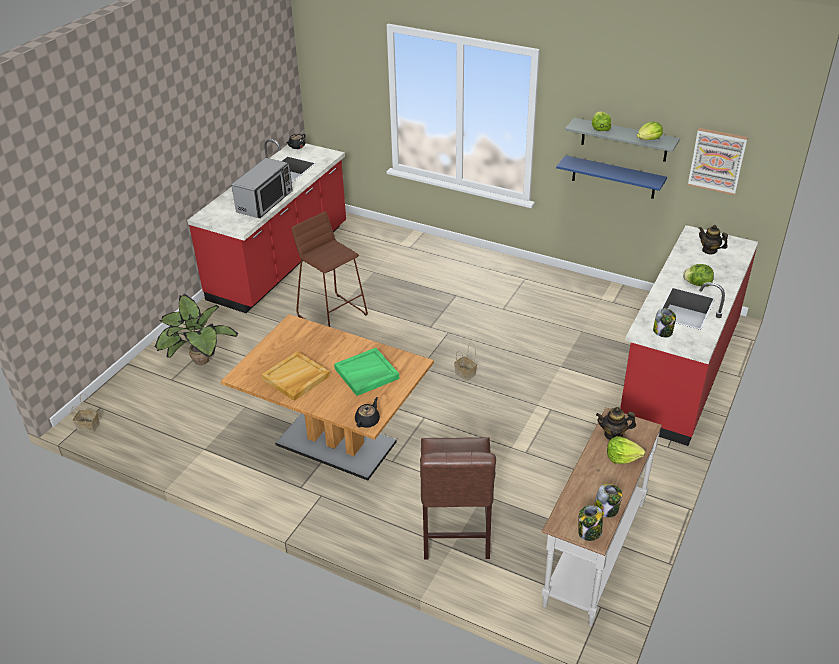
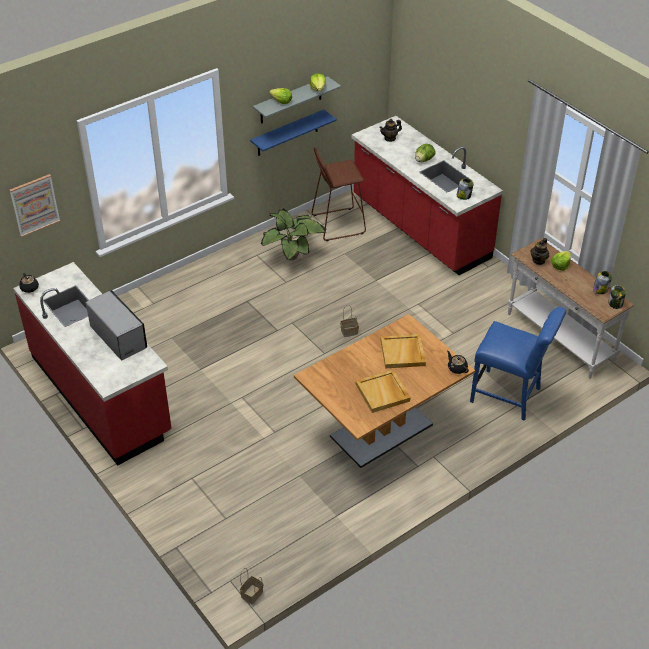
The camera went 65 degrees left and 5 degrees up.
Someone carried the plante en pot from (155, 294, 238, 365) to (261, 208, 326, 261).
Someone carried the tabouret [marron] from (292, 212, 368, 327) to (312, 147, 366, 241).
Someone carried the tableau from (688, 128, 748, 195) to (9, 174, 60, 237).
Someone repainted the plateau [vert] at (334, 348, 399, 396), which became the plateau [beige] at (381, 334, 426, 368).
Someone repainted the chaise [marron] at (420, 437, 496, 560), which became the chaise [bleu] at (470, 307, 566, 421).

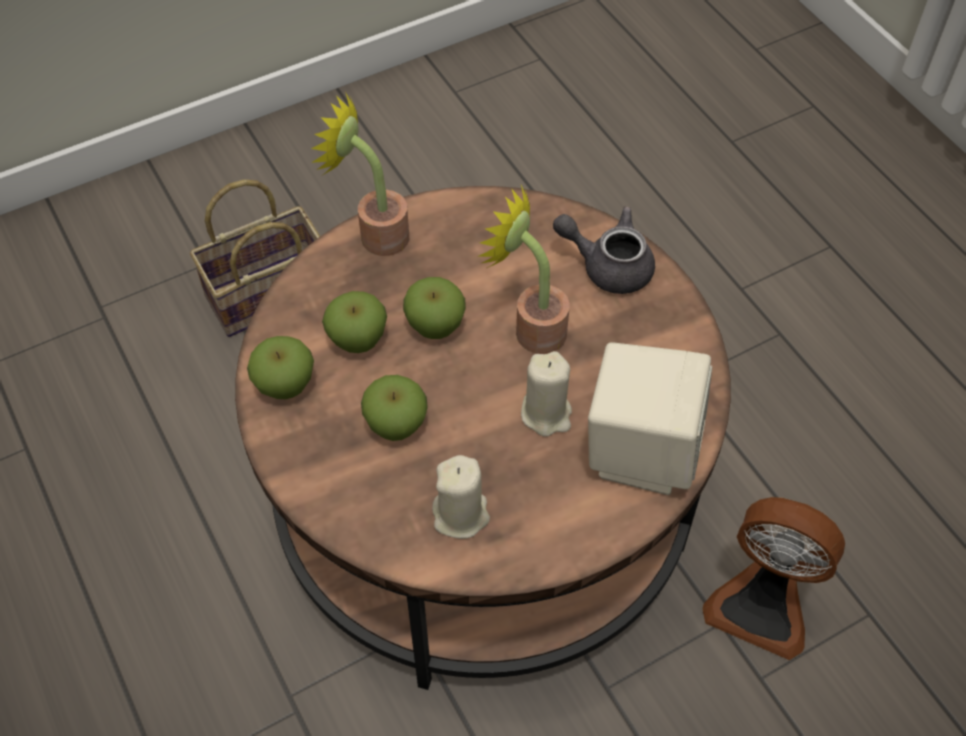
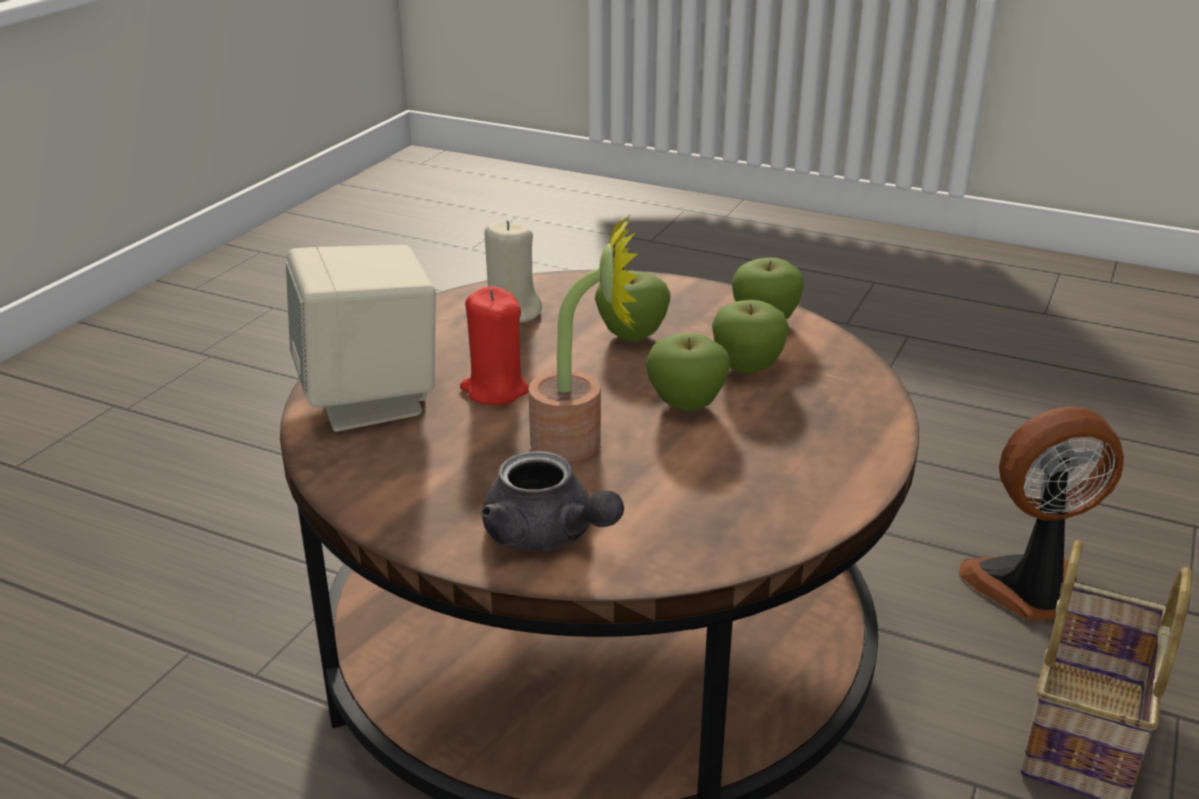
The camera went 145 degrees right and 25 degrees down.
Someone took away the plante en pot at (311, 92, 409, 256).
Someone carried the ventilateur from (702, 497, 845, 660) to (959, 407, 1124, 622).
Someone repainted the bougie [beige] at (521, 351, 572, 437), which became the bougie [rouge] at (460, 286, 529, 405).
Someone rotated the théière [gris] at (553, 207, 655, 294) by 60 degrees clockwise.

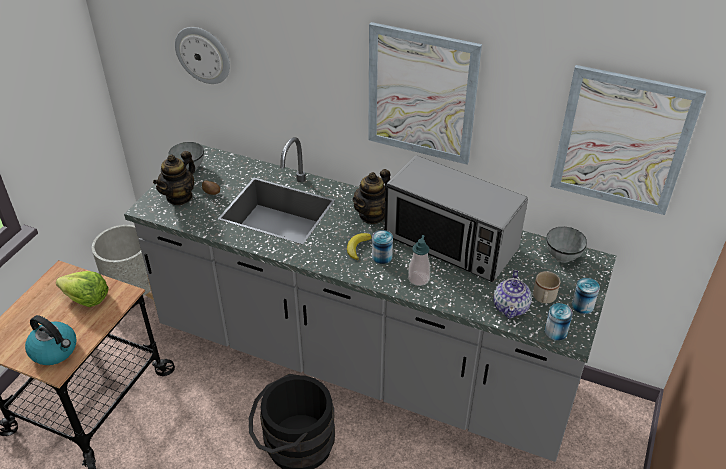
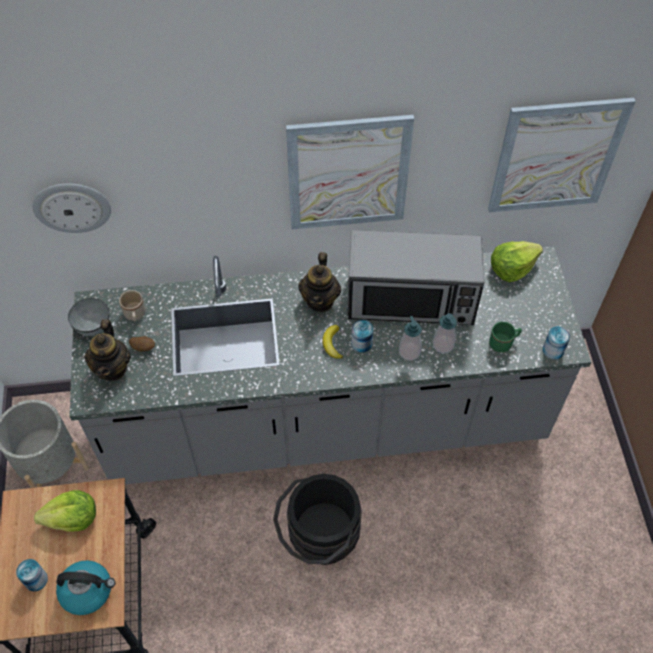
The camera went 30 degrees left and 15 degrees up.
Someone put down the distributeur de savon at (433, 313, 457, 353).
Someone carried the mug [beige] from (533, 271, 560, 303) to (119, 290, 145, 321).
Someone carried the boîte métallique from (572, 278, 600, 314) to (16, 559, 48, 591).
Someone swapped the théière at (493, 270, 532, 319) for the mug [vert] at (489, 322, 522, 352).
Someone swapped the bol [gris] at (546, 227, 587, 263) for the laitue at (491, 241, 543, 282).

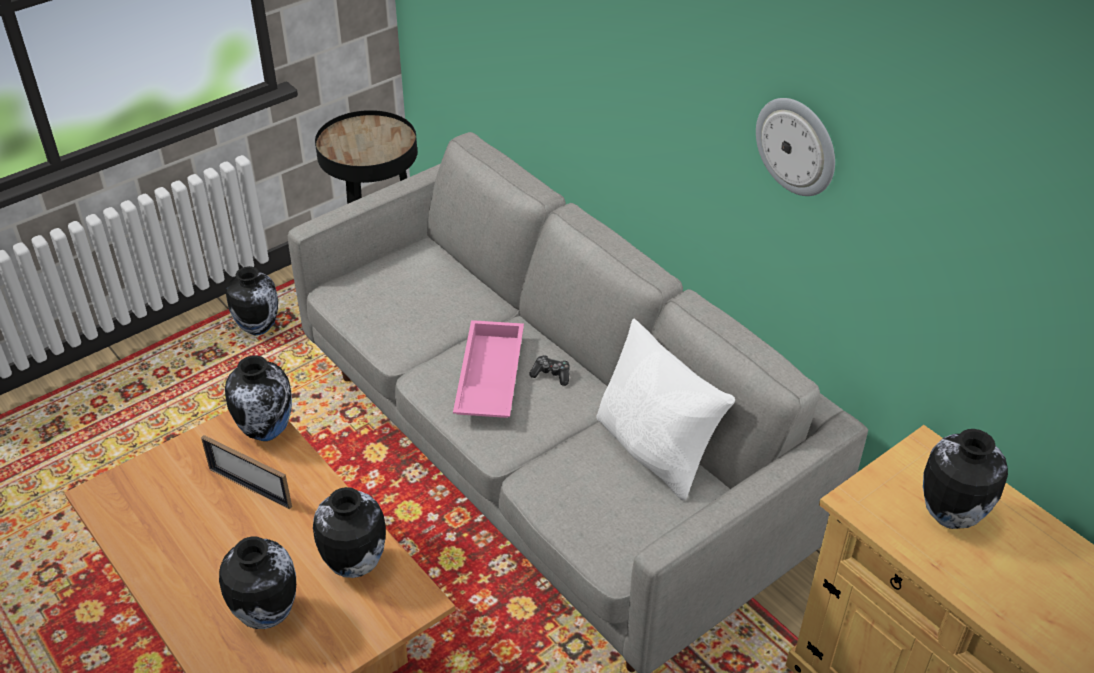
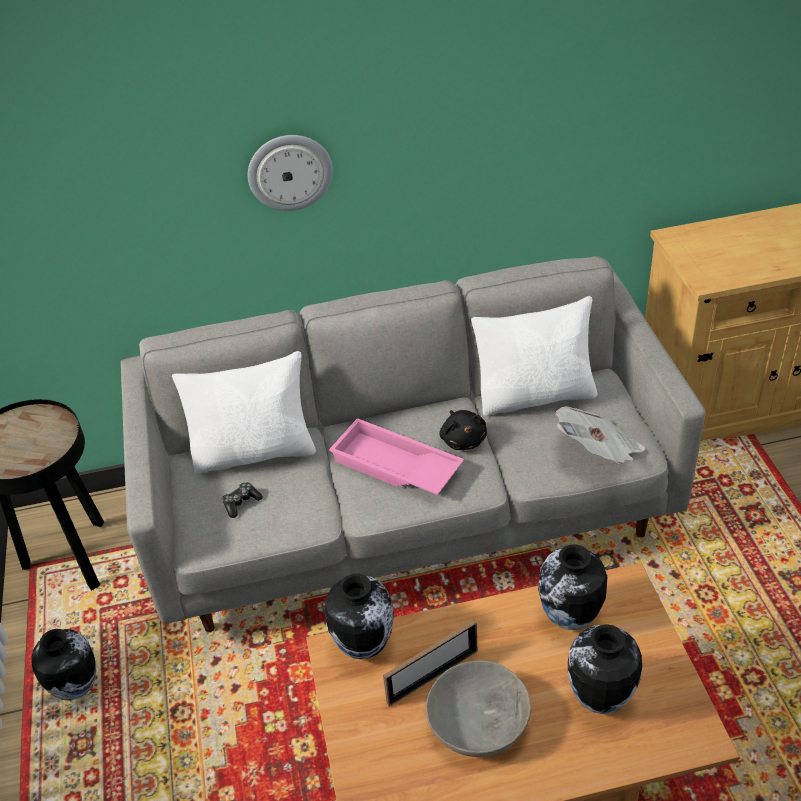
The camera went 60 degrees left and 0 degrees up.
Someone took away the vase at (923, 429, 1008, 529).
Someone put down the coussin [blanc] at (172, 351, 316, 474).
Someone put down the bol [gris] at (426, 660, 531, 757).
Someone put down the peluche [noir] at (440, 410, 487, 450).
Someone put down the journal at (555, 406, 645, 464).
Someone carried the manette from (529, 355, 570, 386) to (222, 483, 263, 518).
Someone carried the horloge murale from (756, 98, 835, 196) to (248, 135, 333, 211).

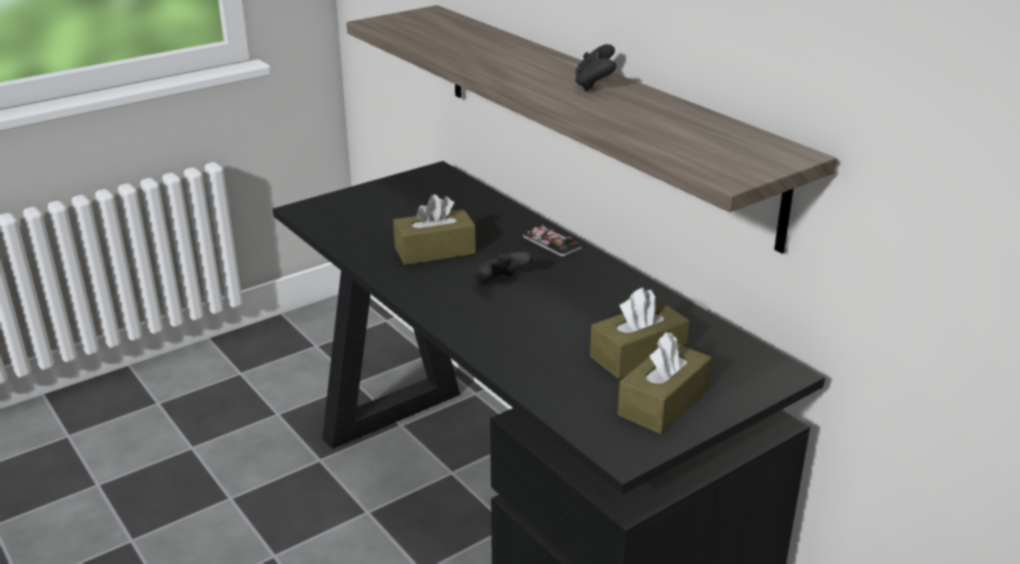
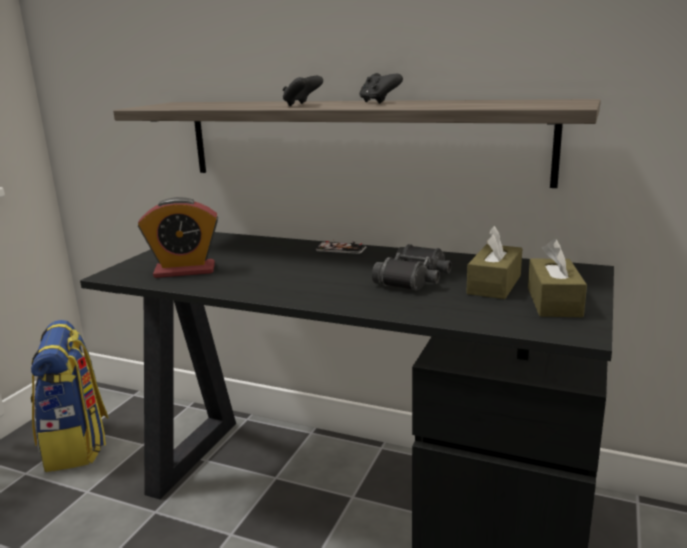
The camera went 30 degrees left and 10 degrees down.
Someone took away the boîte à mouchoirs [marron] at (393, 194, 476, 265).
Someone put down the sac à dos at (31, 320, 109, 472).
Someone put down the réveil at (138, 197, 218, 278).
Someone put down the jumelles [noir] at (372, 244, 452, 290).
Someone carried the manette [noir] from (474, 251, 532, 286) to (283, 76, 323, 106).

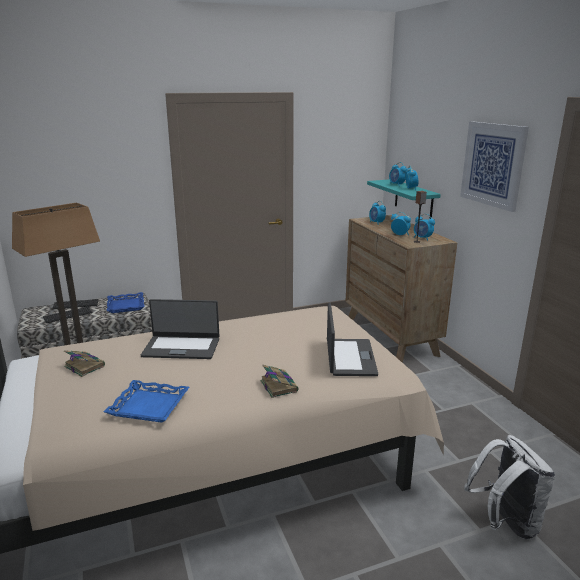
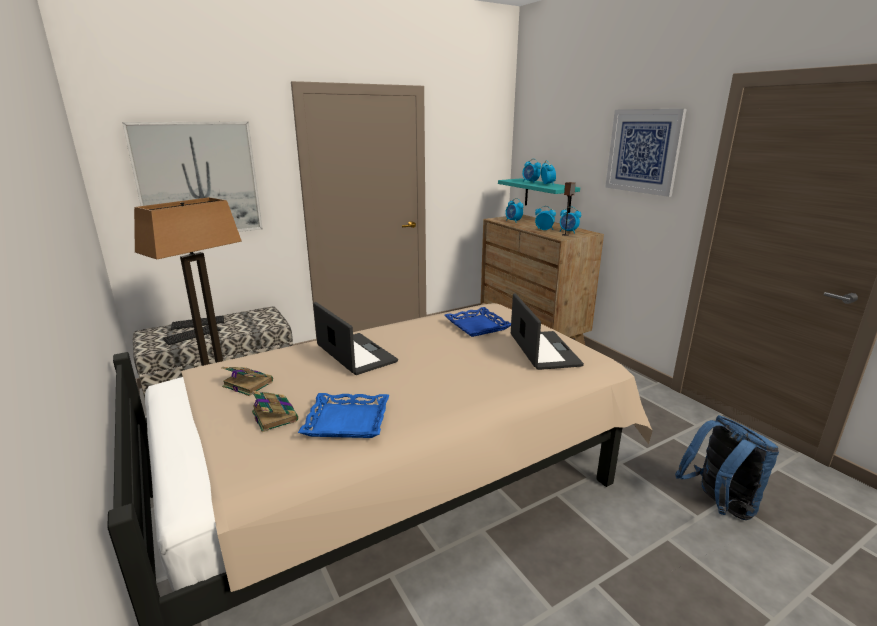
The camera went 10 degrees left and 0 degrees up.
Someone put up the tableau at (122, 122, 263, 232).
Someone carried the plateau [bleu] from (107, 292, 145, 313) to (445, 307, 511, 337).
Someone carried the livre from (260, 365, 298, 398) to (252, 391, 298, 432).
Someone repainted the sac à dos [blanc] at (464, 435, 555, 539), which became the sac à dos [bleu] at (675, 415, 779, 520).
Someone rotated the ordinateur portable at (141, 299, 220, 359) by 120 degrees counterclockwise.

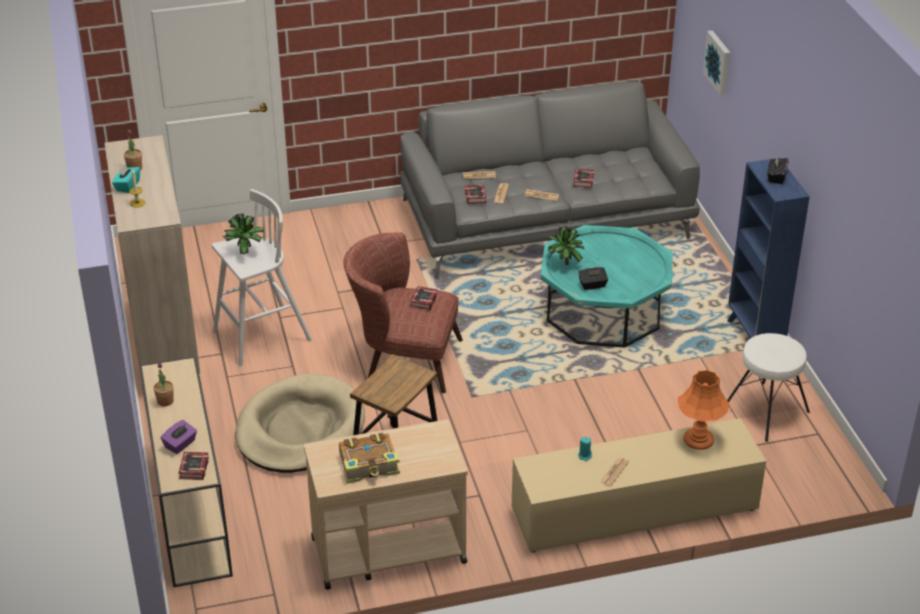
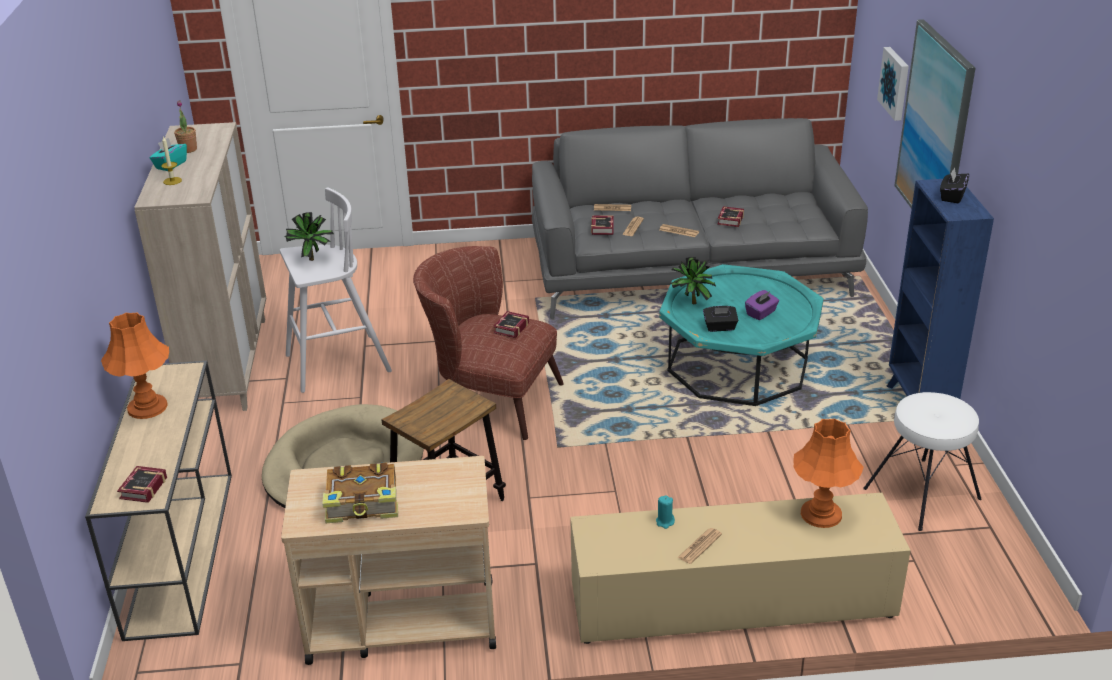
The camera went 10 degrees right and 5 degrees down.
Someone put up the tableau at (894, 19, 975, 209).
Someone carried the boîte à mouchoirs [violet] from (161, 420, 197, 454) to (745, 290, 779, 320).
Someone swapped the plante en pot at (154, 362, 174, 406) for the lampe de table [orange] at (101, 312, 169, 419).

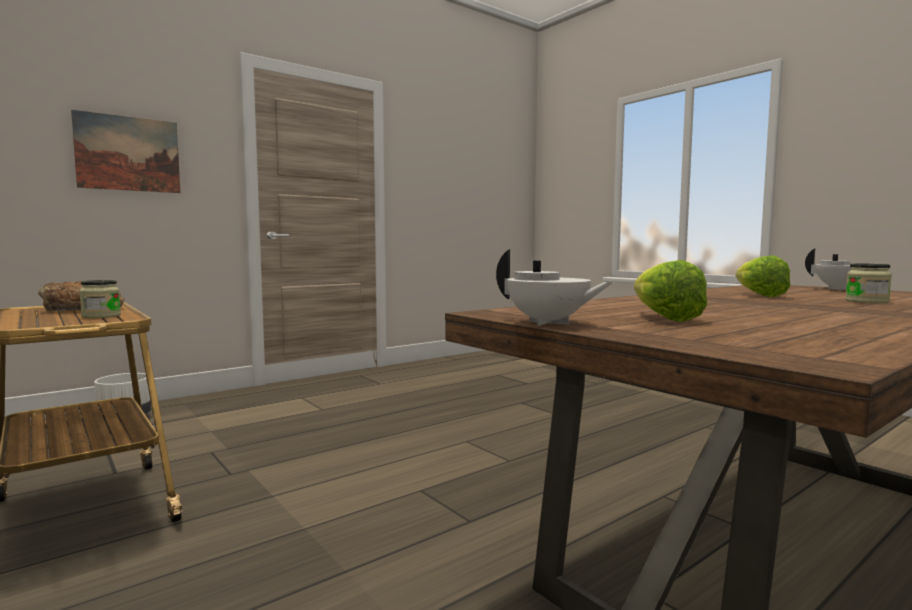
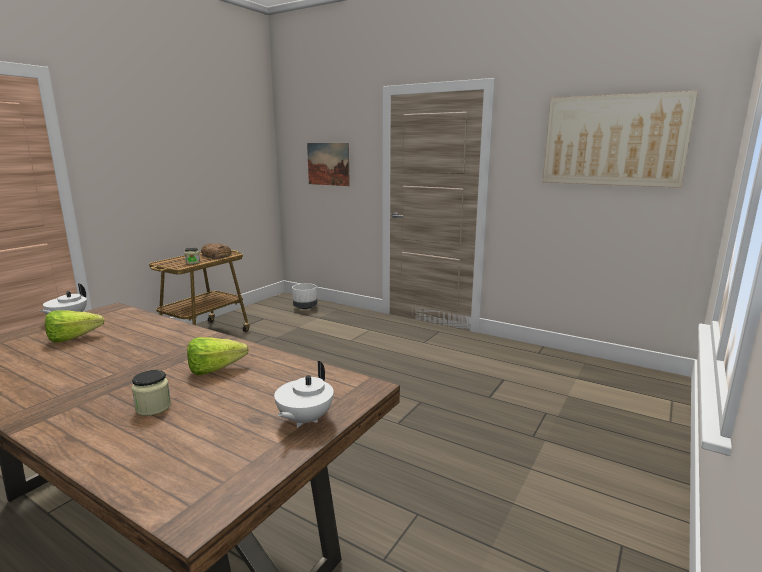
The camera went 70 degrees right and 10 degrees up.
Someone put up the tableau at (543, 91, 698, 188).

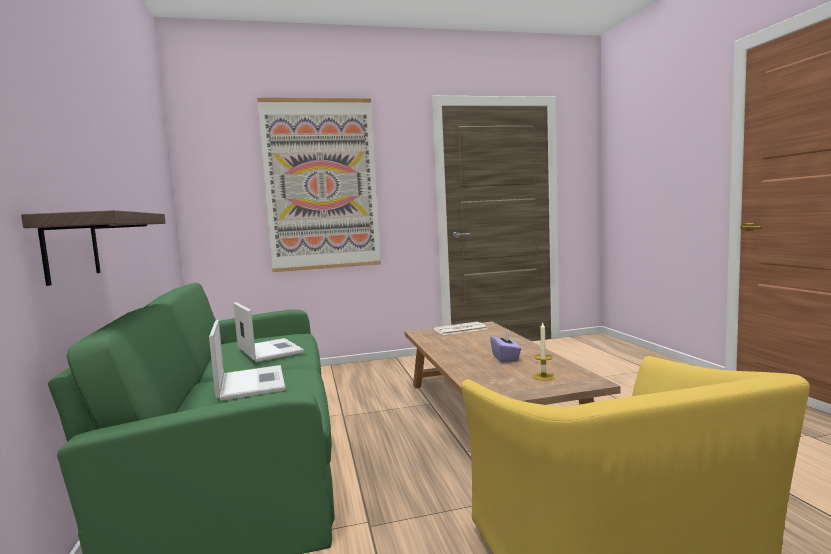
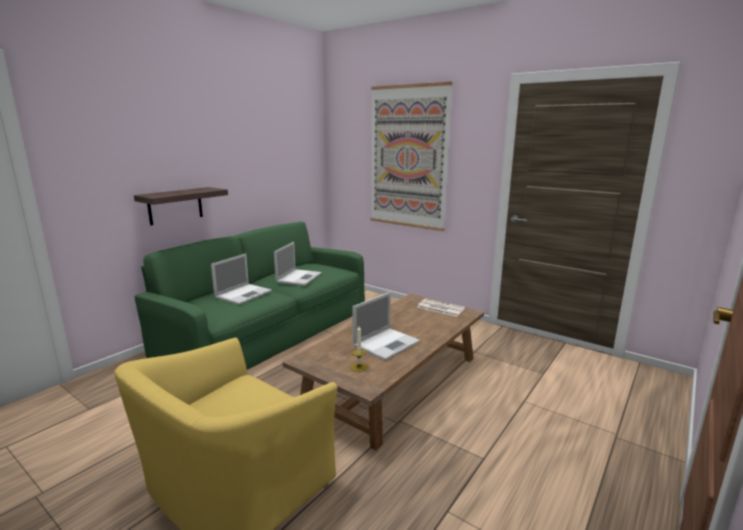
The camera went 50 degrees right and 10 degrees up.
Someone swapped the boîte à mouchoirs [violet] at (490, 331, 521, 363) for the ordinateur portable at (352, 292, 420, 361).

